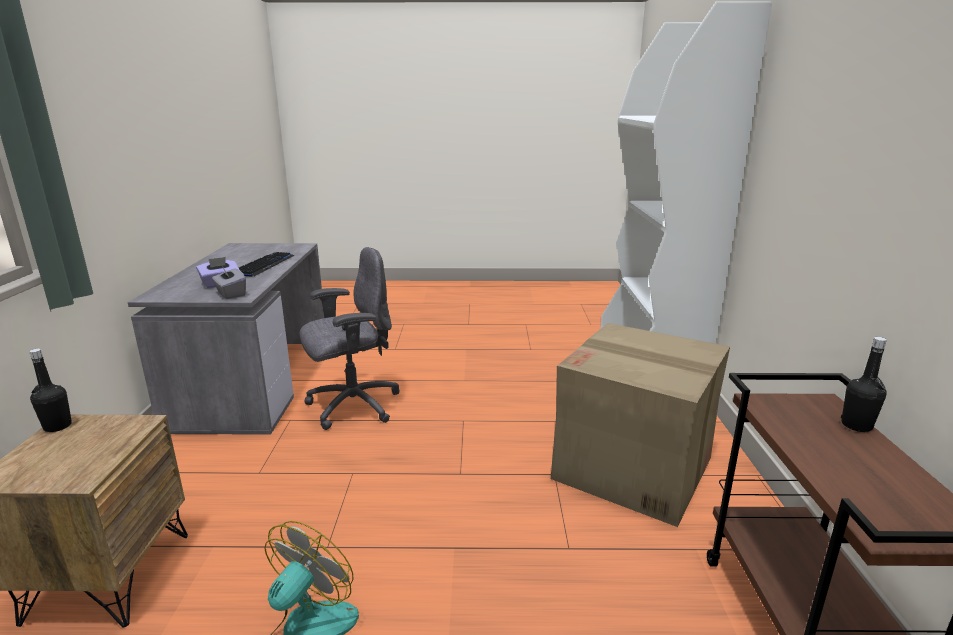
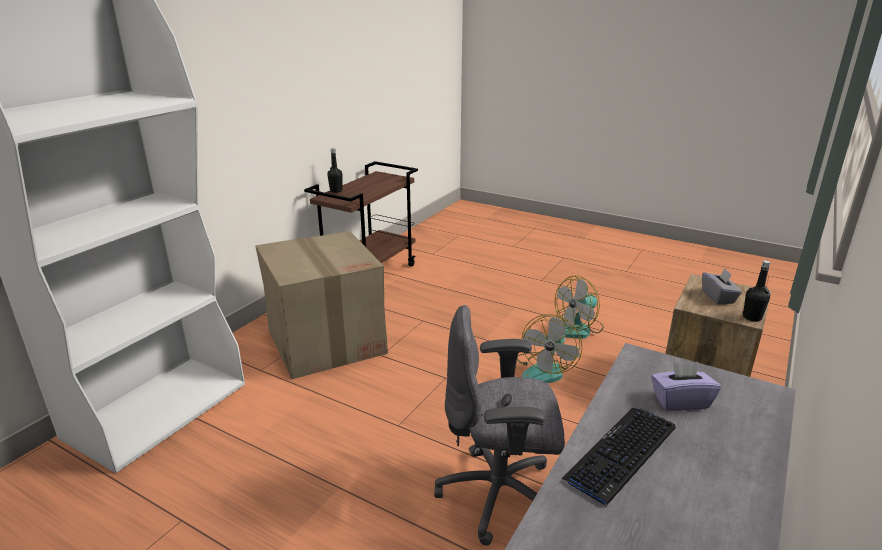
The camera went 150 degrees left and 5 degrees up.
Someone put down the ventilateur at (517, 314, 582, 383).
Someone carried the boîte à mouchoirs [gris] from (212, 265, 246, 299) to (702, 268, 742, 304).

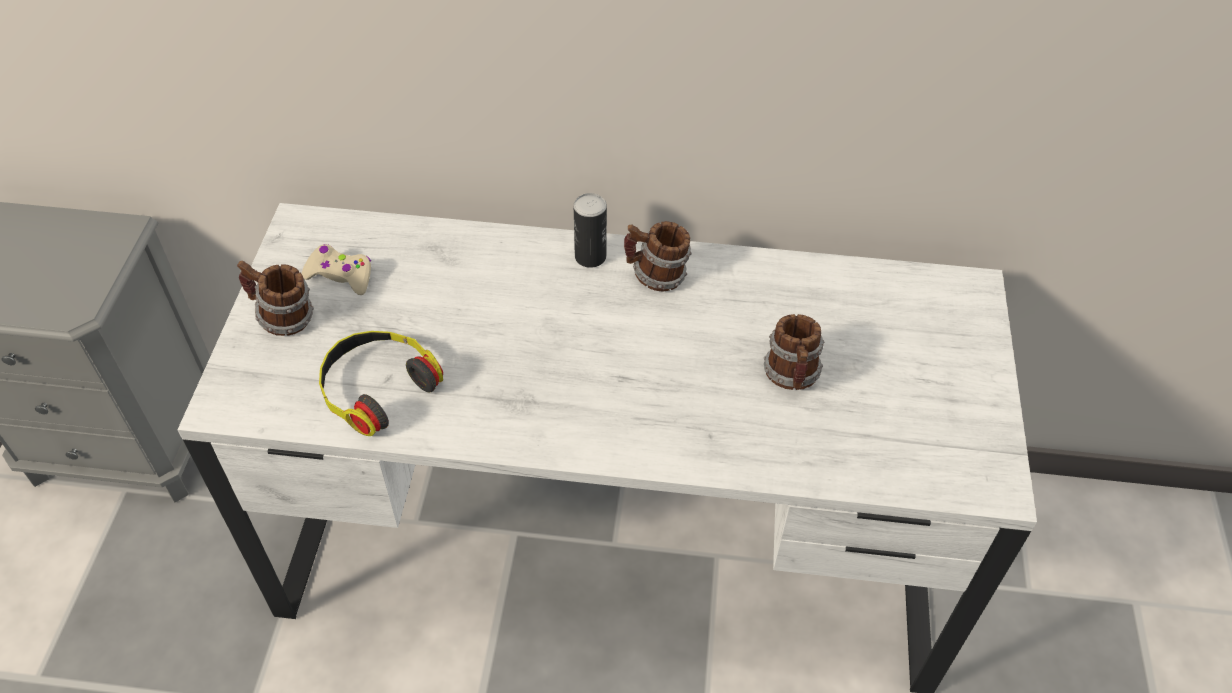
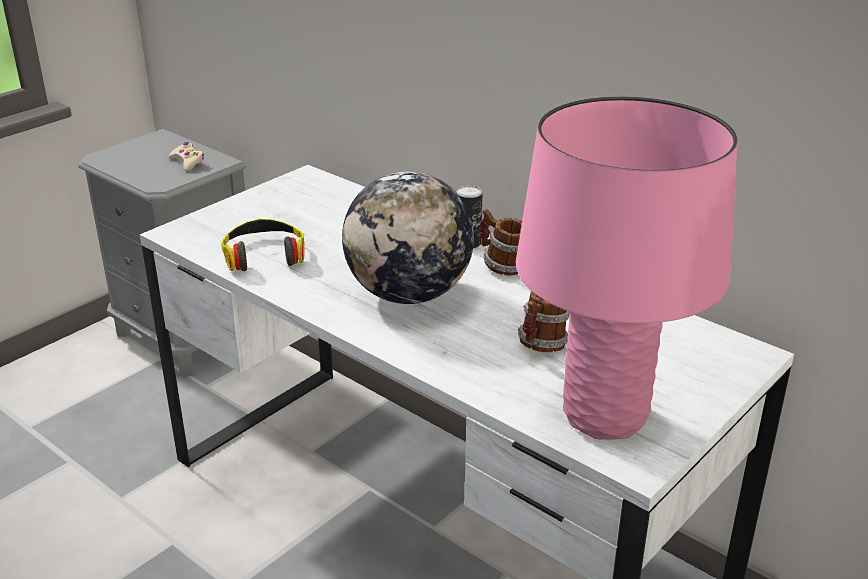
The camera went 35 degrees right and 20 degrees down.
Someone took away the mug at (237, 261, 314, 336).
Someone put down the globe at (342, 171, 474, 304).
Someone put down the lampe de table [rose] at (516, 96, 738, 440).
Someone carried the manette [beige] from (302, 244, 371, 295) to (168, 142, 204, 171).

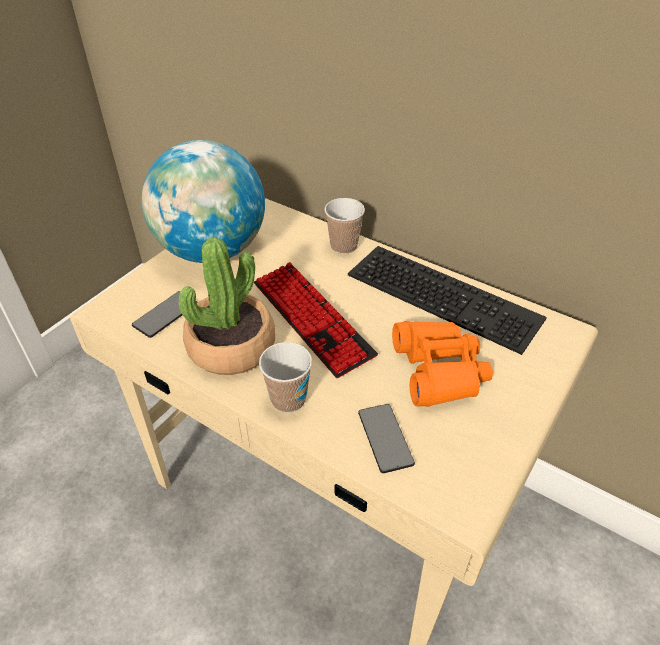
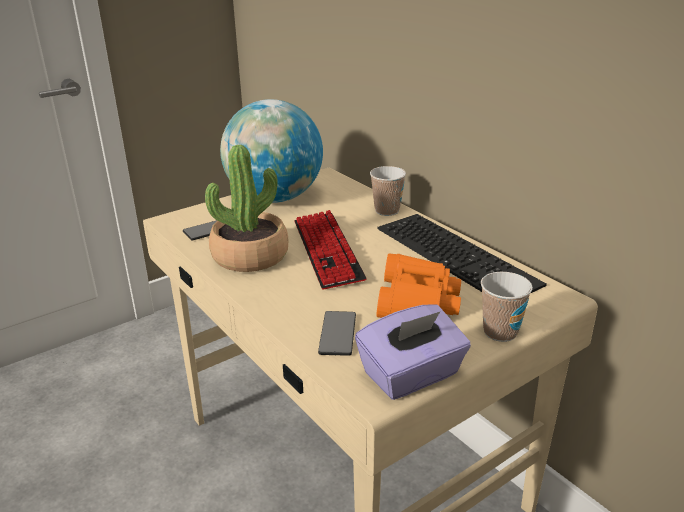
The camera went 20 degrees right and 15 degrees down.
Someone put down the boîte à mouchoirs [violet] at (355, 304, 471, 400).
Someone carried the tasse from (259, 342, 312, 413) to (481, 272, 533, 342).

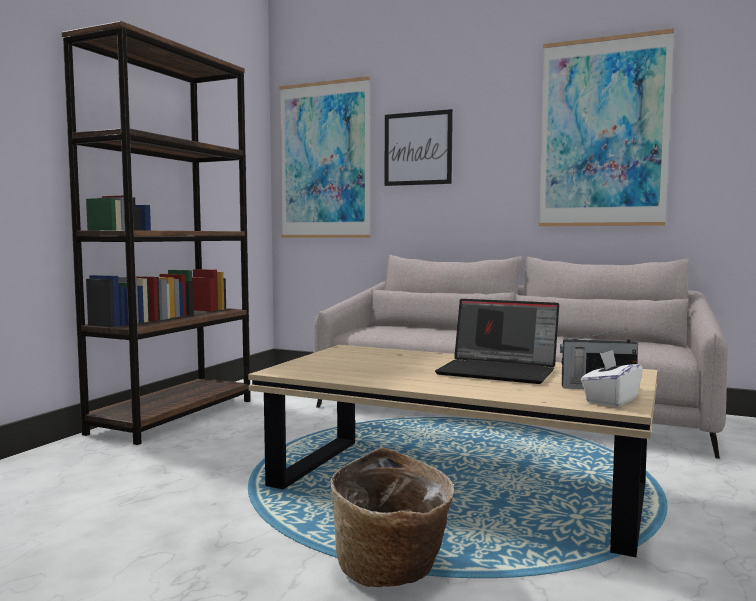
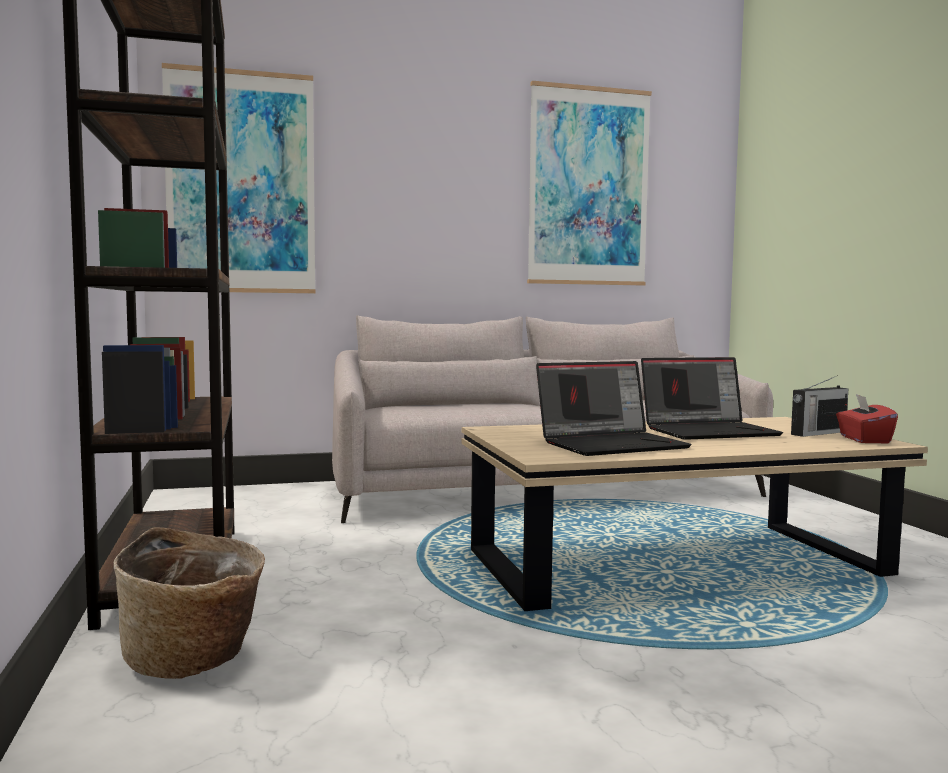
The camera went 40 degrees left and 0 degrees up.
Someone took away the tableau at (385, 109, 453, 186).
Someone put down the ordinateur portable at (536, 361, 692, 456).
Someone carried the panier from (331, 447, 455, 587) to (114, 527, 265, 679).
Someone repainted the boîte à mouchoirs [blanc] at (581, 350, 643, 407), which became the boîte à mouchoirs [rouge] at (836, 394, 898, 443).

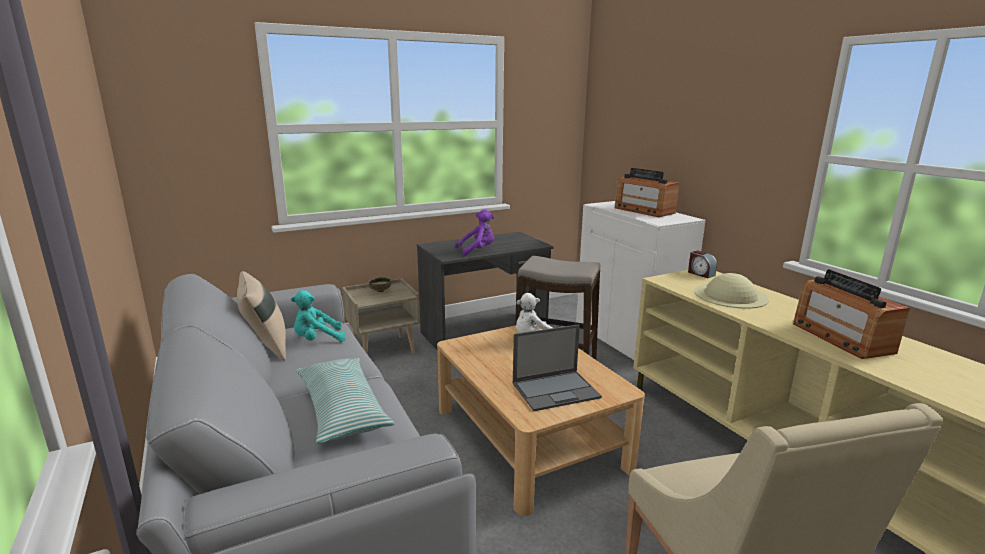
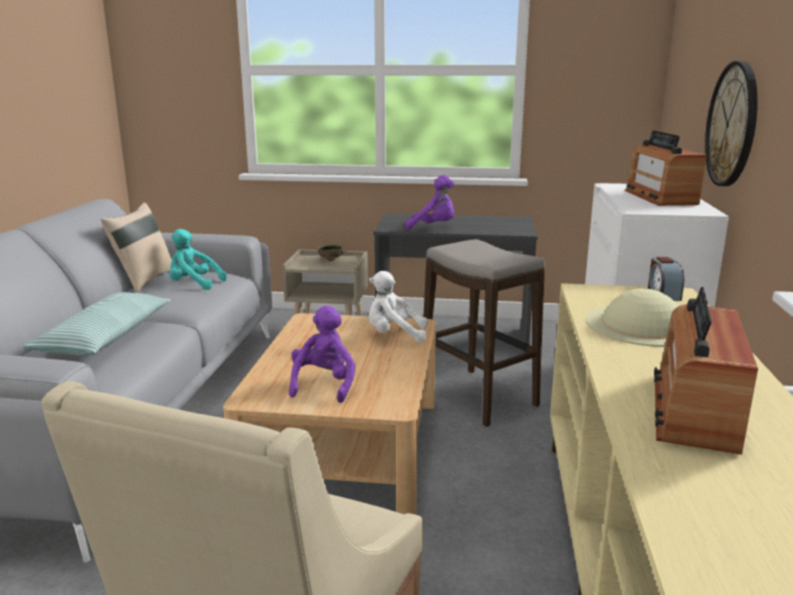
The camera went 35 degrees right and 0 degrees up.
Someone put up the horloge murale at (705, 61, 758, 186).
Someone swapped the ordinateur portable at (513, 324, 602, 411) for the peluche [violet] at (289, 305, 355, 403).

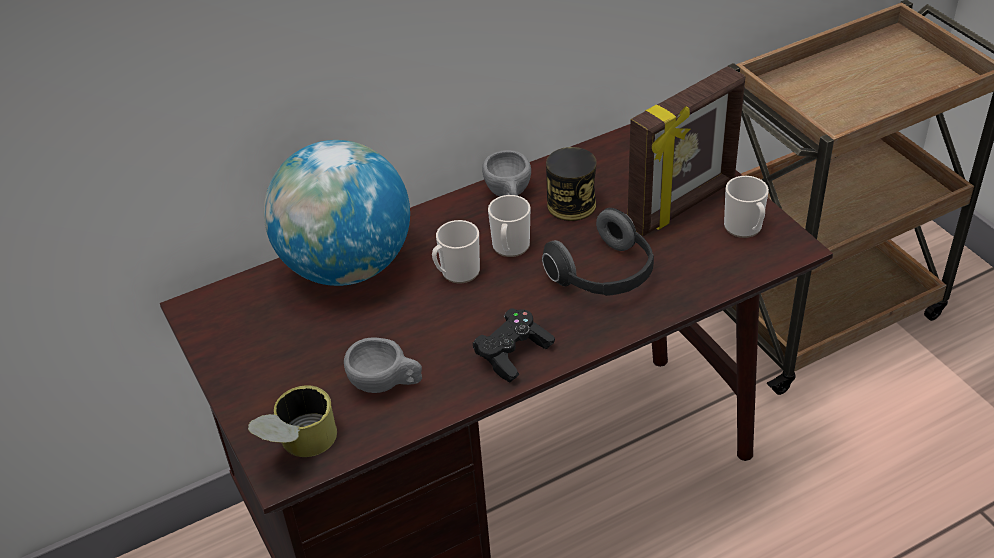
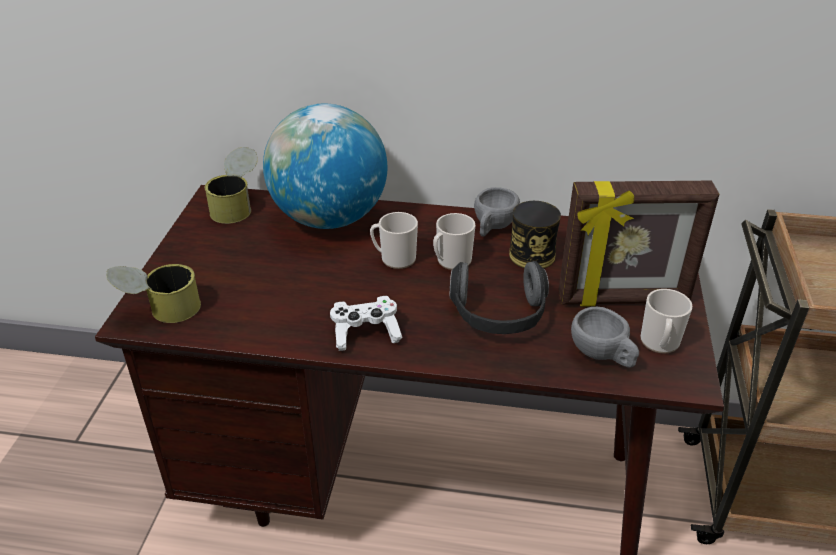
The camera went 35 degrees right and 5 degrees down.
Someone put down the boîte métallique at (205, 147, 258, 224).
Someone carried the tasse [gris] from (344, 338, 422, 393) to (571, 307, 639, 368).
Someone repainted the manette [noir] at (472, 308, 555, 383), which became the manette [blanc] at (330, 296, 403, 351).

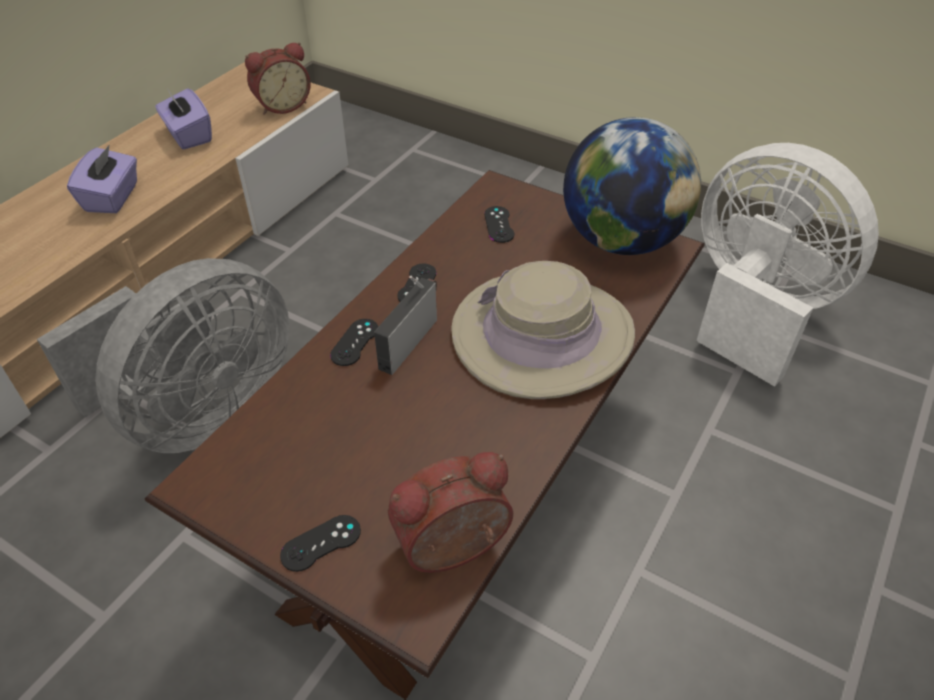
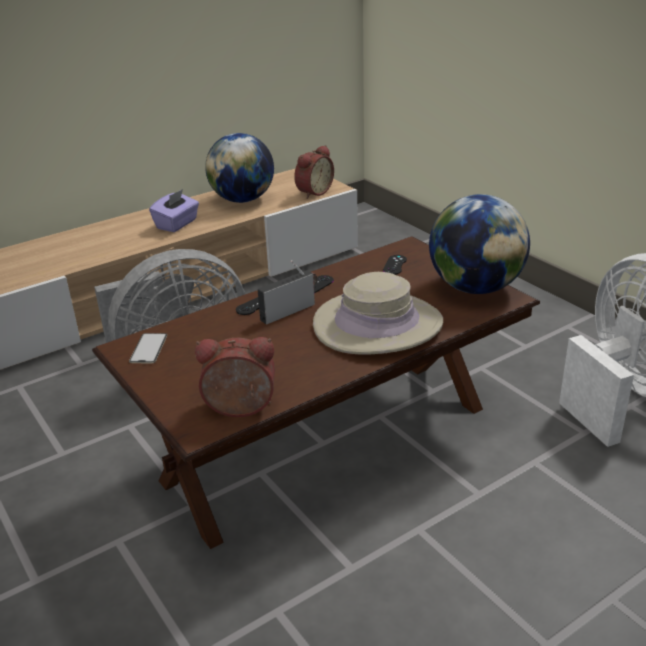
The camera went 25 degrees right and 15 degrees down.
Someone took away the manette [noir] at (280, 515, 361, 572).
Someone put down the téléphone at (129, 333, 167, 363).
Someone swapped the boîte à mouchoirs [violet] at (155, 88, 212, 149) for the globe at (205, 133, 274, 203).
Someone rotated the réveil at (245, 42, 311, 115) by 45 degrees counterclockwise.

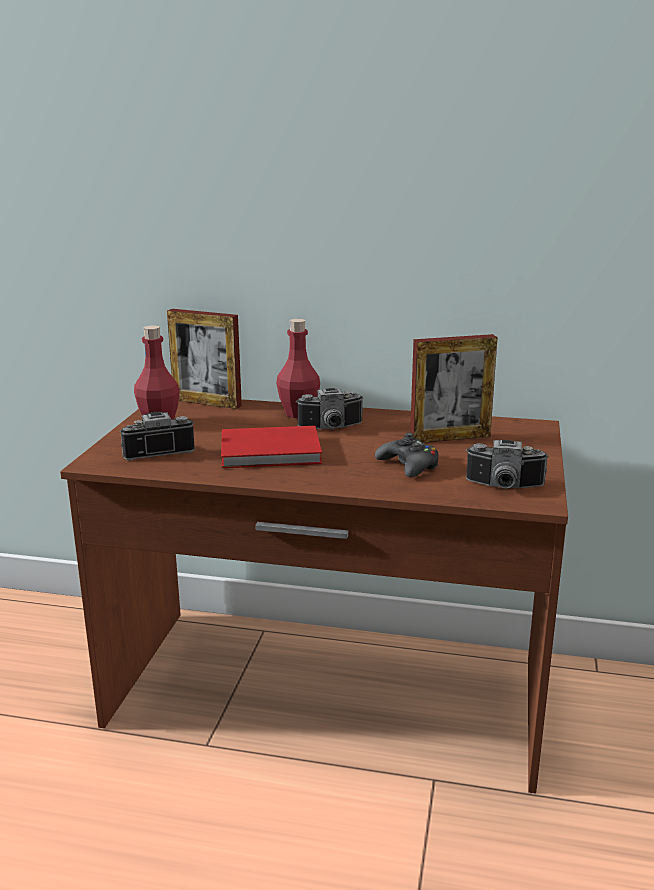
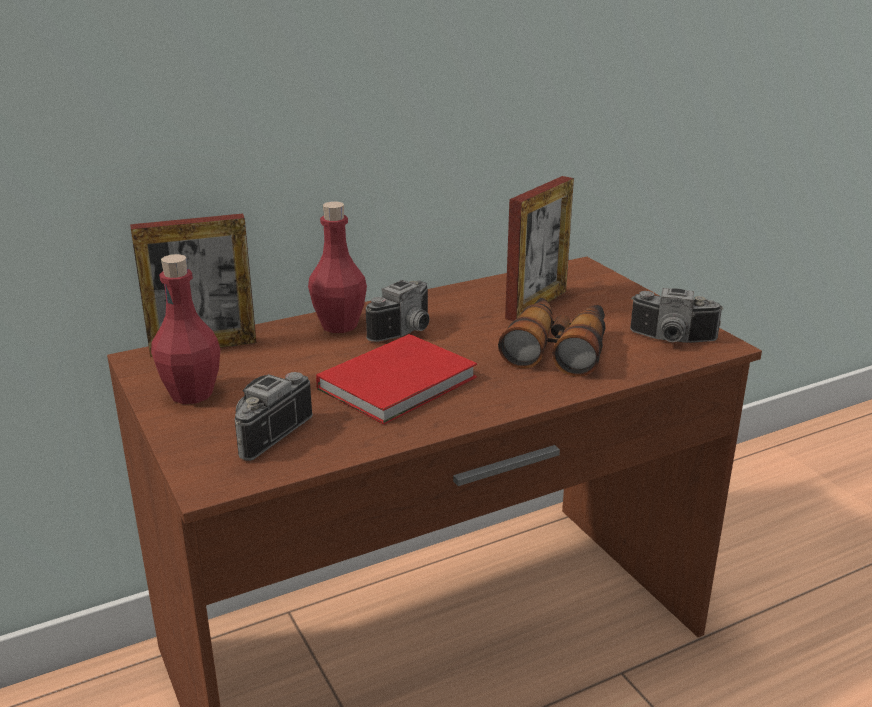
The camera went 40 degrees left and 5 degrees up.
Someone swapped the manette [noir] at (375, 433, 439, 477) for the jumelles at (498, 298, 605, 377).
Someone rotated the appareil photo at (466, 440, 549, 489) by 45 degrees clockwise.

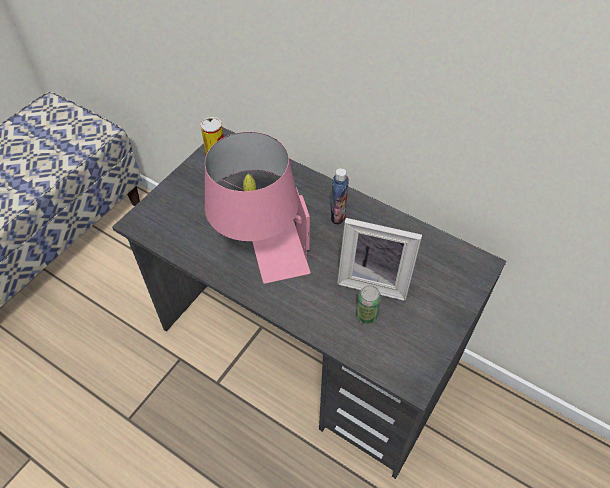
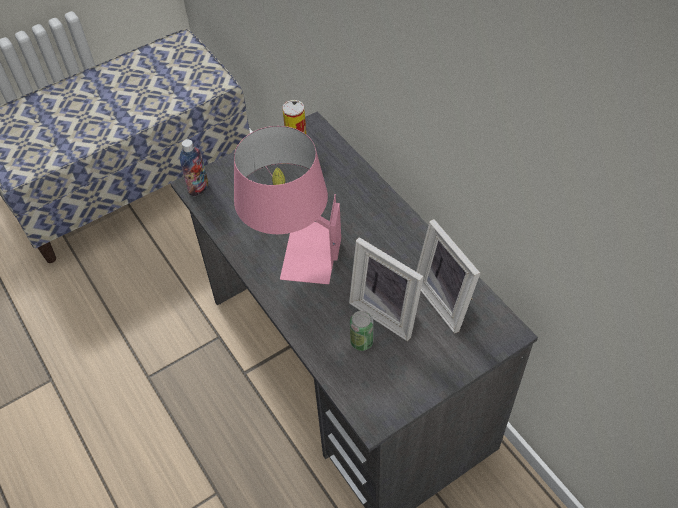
The camera went 25 degrees right and 0 degrees up.
Someone put down the cadre photo at (416, 219, 480, 333).
Someone carried the bouteille from (331, 168, 349, 225) to (180, 139, 208, 197).

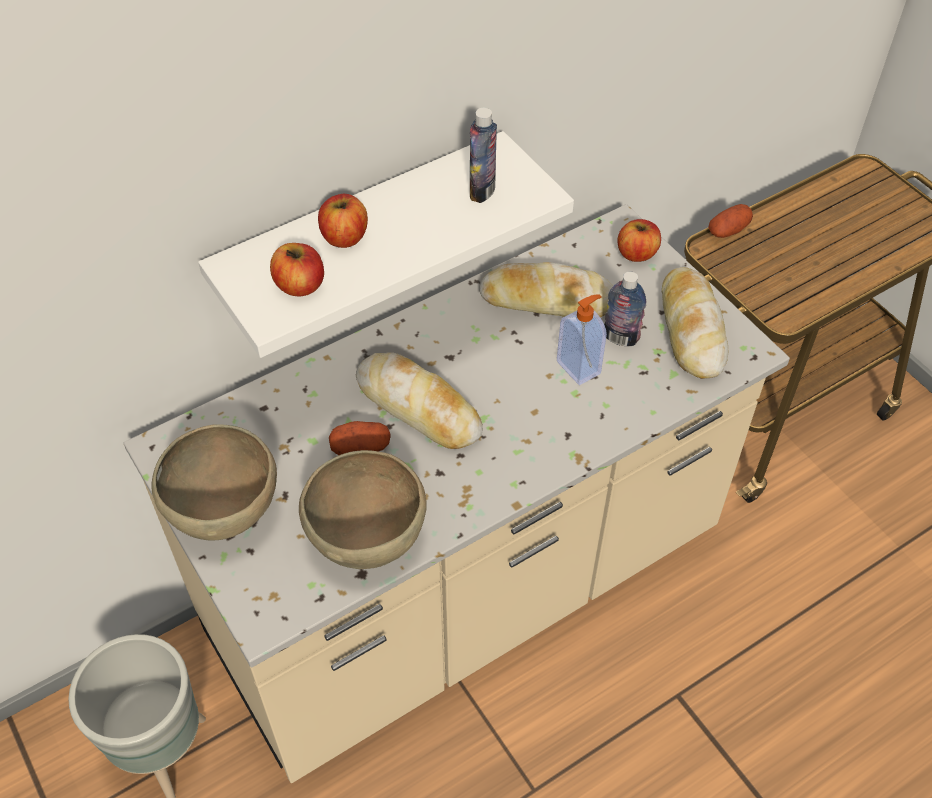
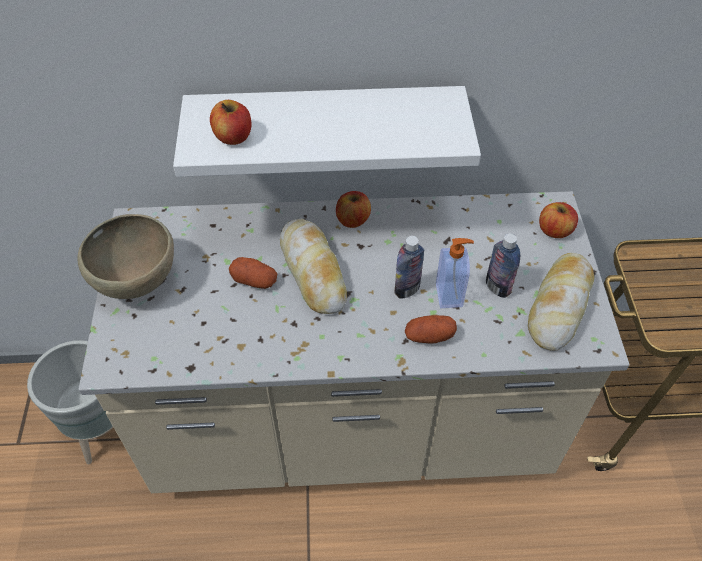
The camera went 30 degrees right and 0 degrees up.
Someone took away the bol [marron] at (299, 450, 427, 569).
Someone took away the pain at (479, 262, 614, 318).
Someone carried the pomme from (318, 194, 368, 248) to (336, 191, 371, 228).
Someone carried the bouteille from (470, 108, 497, 203) to (394, 236, 424, 299).
Someone carried the pomme de terre from (708, 204, 753, 238) to (405, 315, 457, 344).

